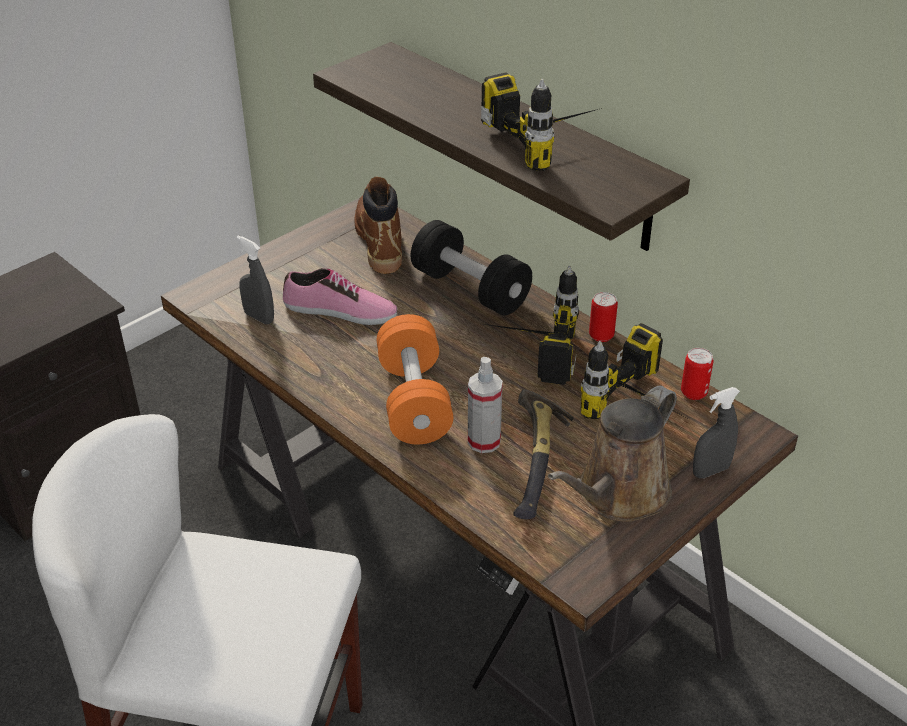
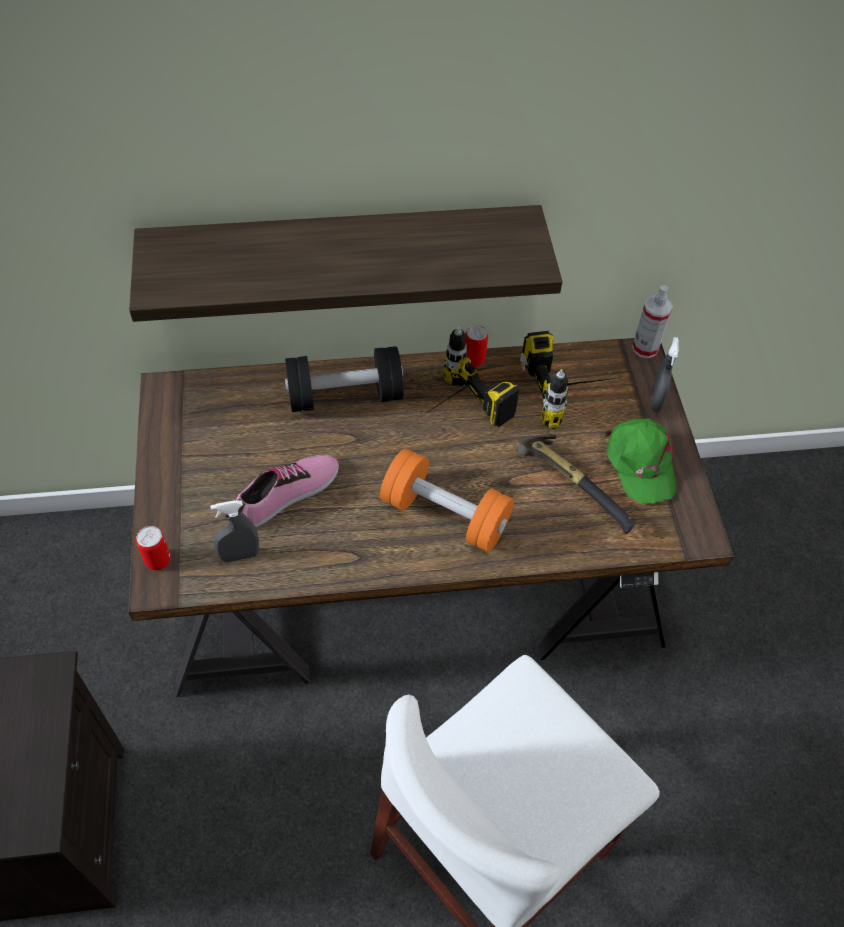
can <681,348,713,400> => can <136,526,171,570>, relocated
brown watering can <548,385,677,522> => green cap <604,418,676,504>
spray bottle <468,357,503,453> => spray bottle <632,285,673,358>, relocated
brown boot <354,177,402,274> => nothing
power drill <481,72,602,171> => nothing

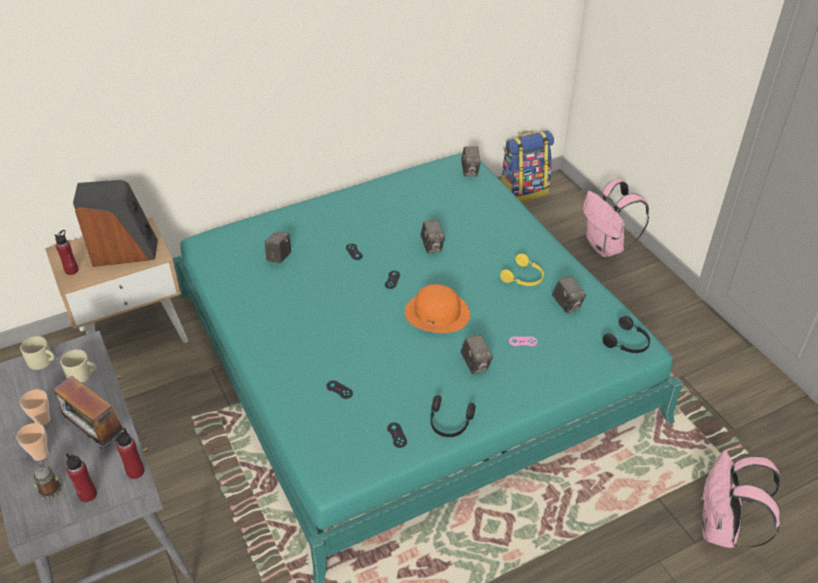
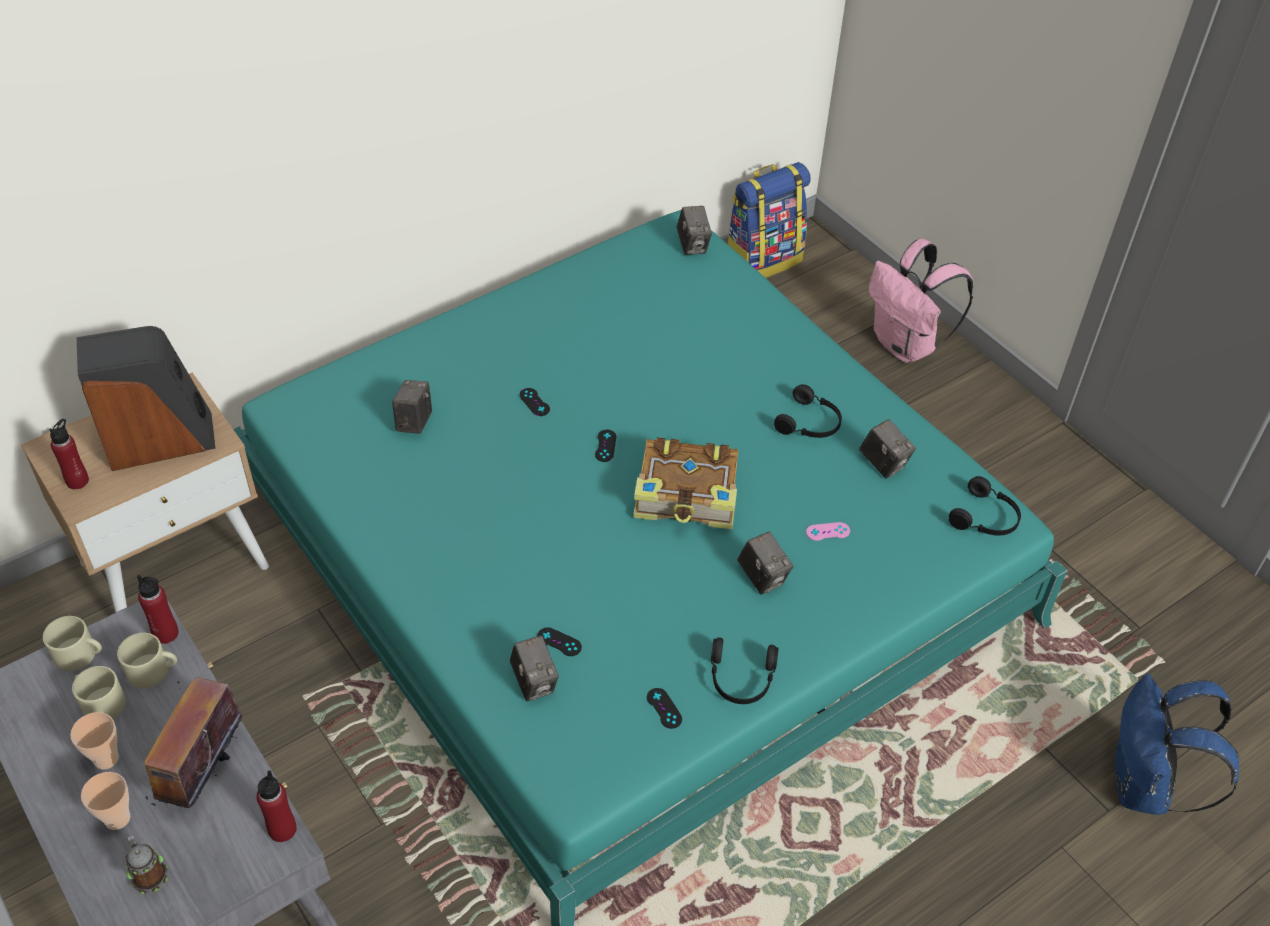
nothing => beige mug <72,666,126,719>
red bottle <66,453,97,502> => red bottle <137,575,179,644>, relocated
radio <54,376,124,448> => radio <145,677,242,808>, 75 degrees clockwise
photo camera <420,219,445,253> => photo camera <510,636,559,701>, relocated
orange hat <405,284,470,333> => book <633,437,739,529>
yellow headphones <500,253,544,286> => black headphones <774,384,842,438>
pink backpack <701,450,780,548> => blue backpack <1115,674,1239,815>

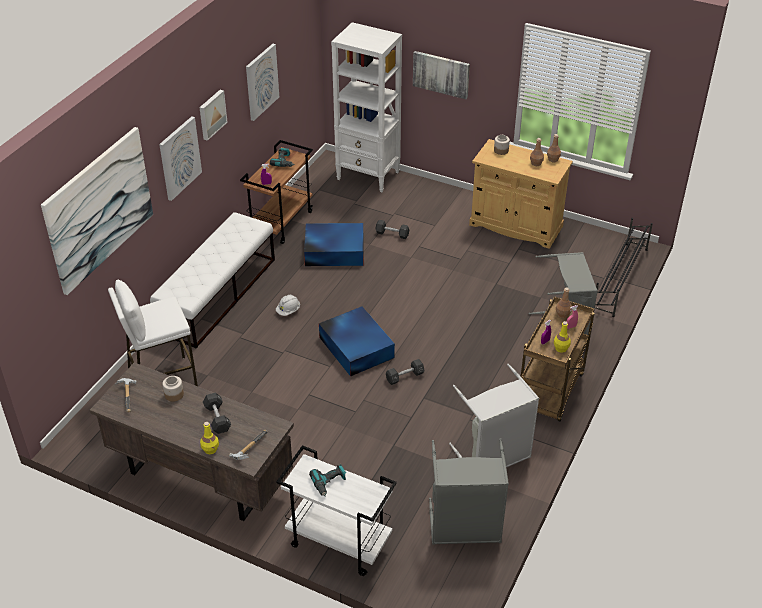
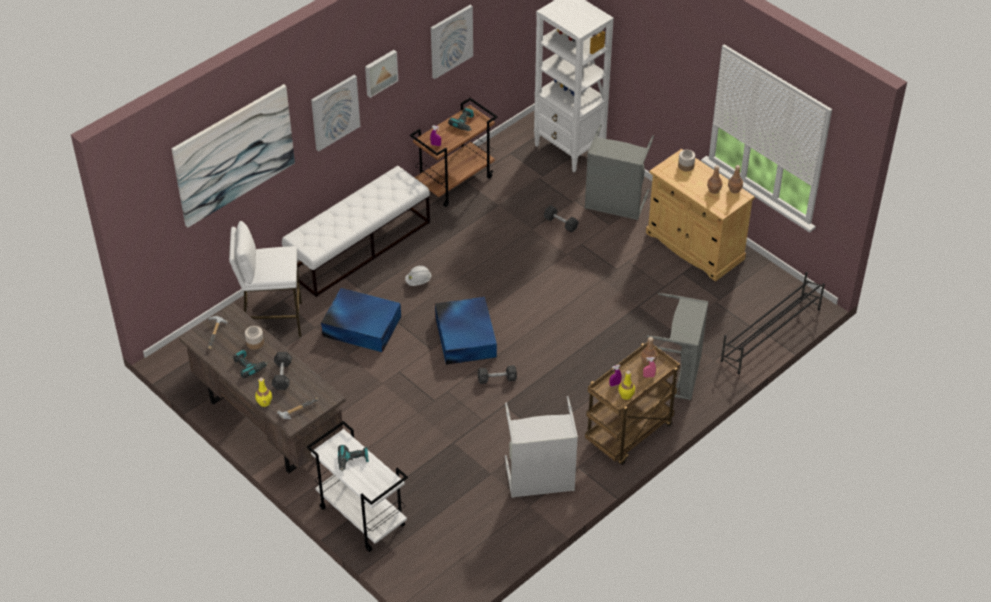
nothing => power drill <233,350,268,378>
blue storage box <304,223,363,266> => blue storage box <321,288,401,352>, relocated
grey laundry basket <429,438,509,545> => grey laundry basket <584,124,654,220>, relocated
picture <413,51,470,99> => nothing

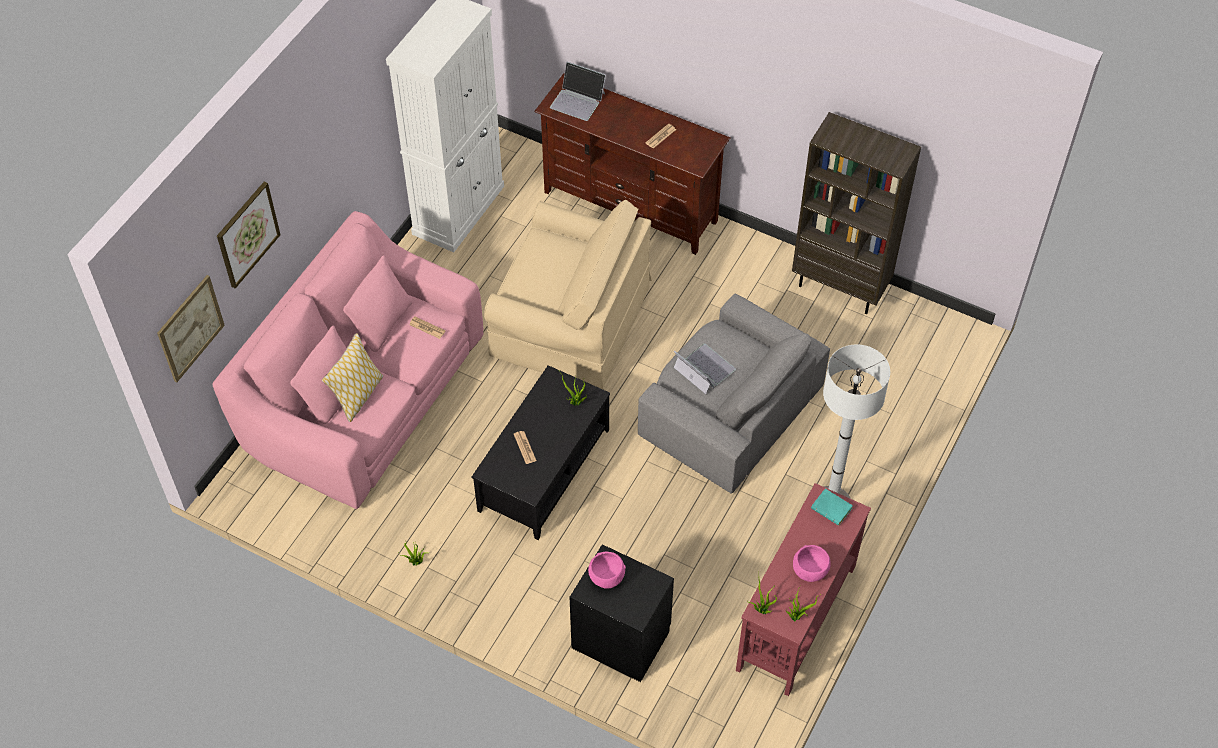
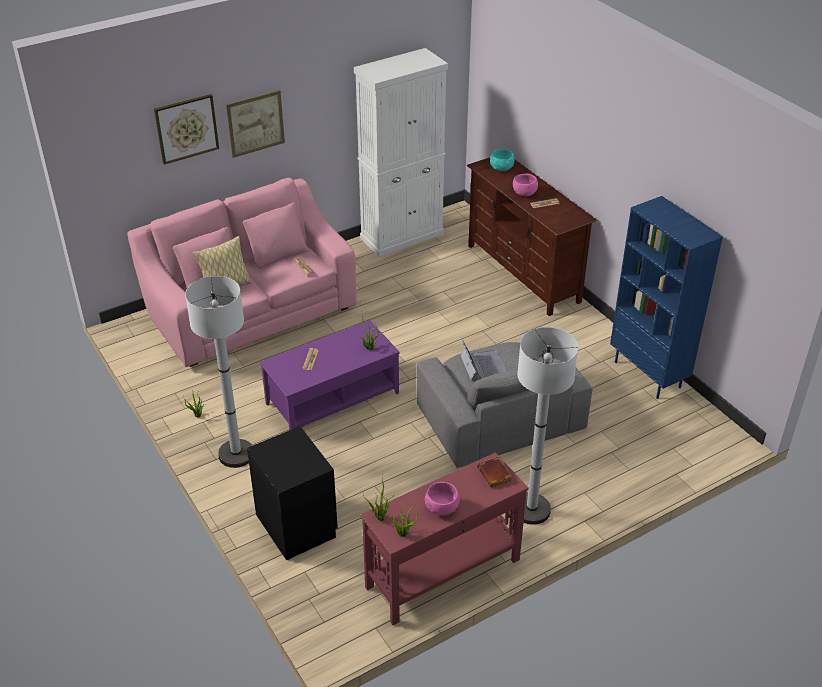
nothing => white floor lamp <185,276,253,468>
picture <157,275,225,382> => picture <226,90,285,158>, relocated
black coffee table <472,365,610,540> => purple coffee table <259,320,400,430>
turquoise book <811,489,853,526> => brown book <477,457,512,488>
laptop <550,62,606,121> => turquoise bowl <490,149,515,171>
pink bowl <588,552,626,588> => pink bowl <513,173,538,196>, relocated
brown bookcase <792,112,921,314> => blue bookcase <610,196,723,399>
beige armchair <484,200,652,389> => nothing

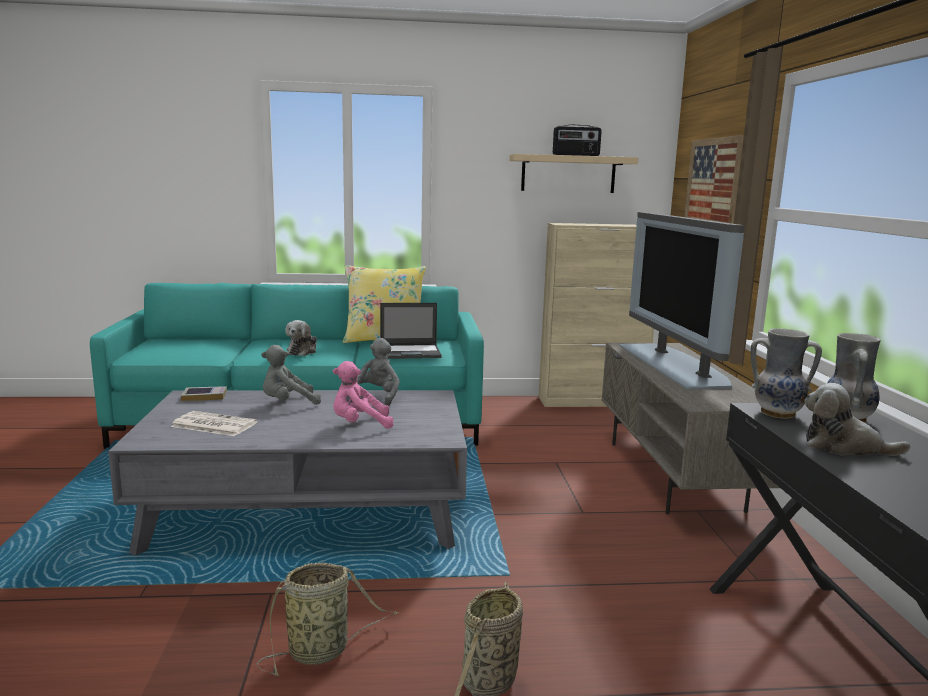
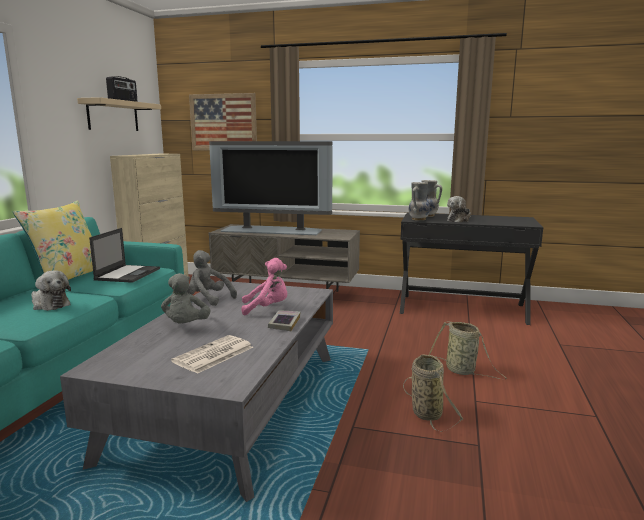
pink plush toy <333,361,393,429> => pink plush toy <241,258,287,315>, 105 degrees counterclockwise
book <181,386,227,401> => book <268,310,300,331>, relocated

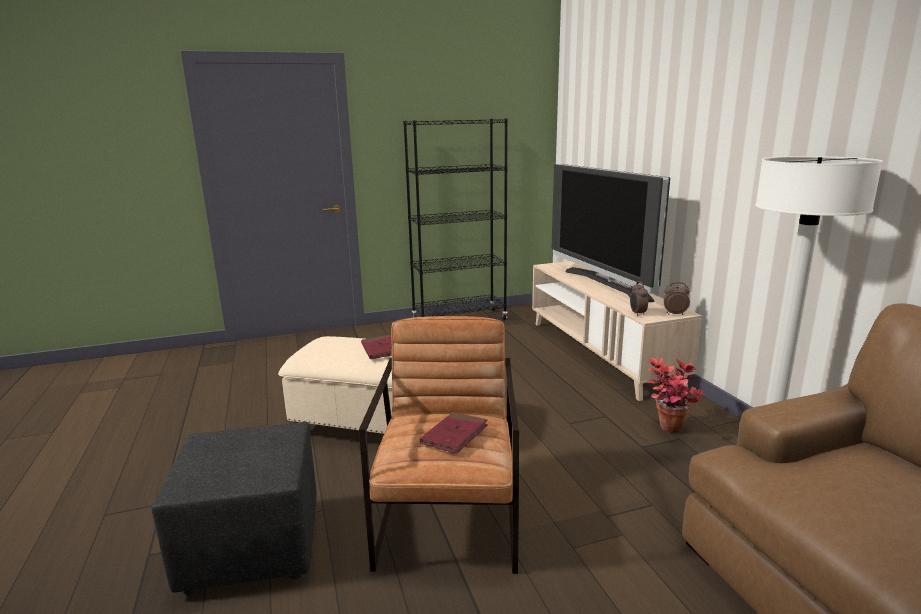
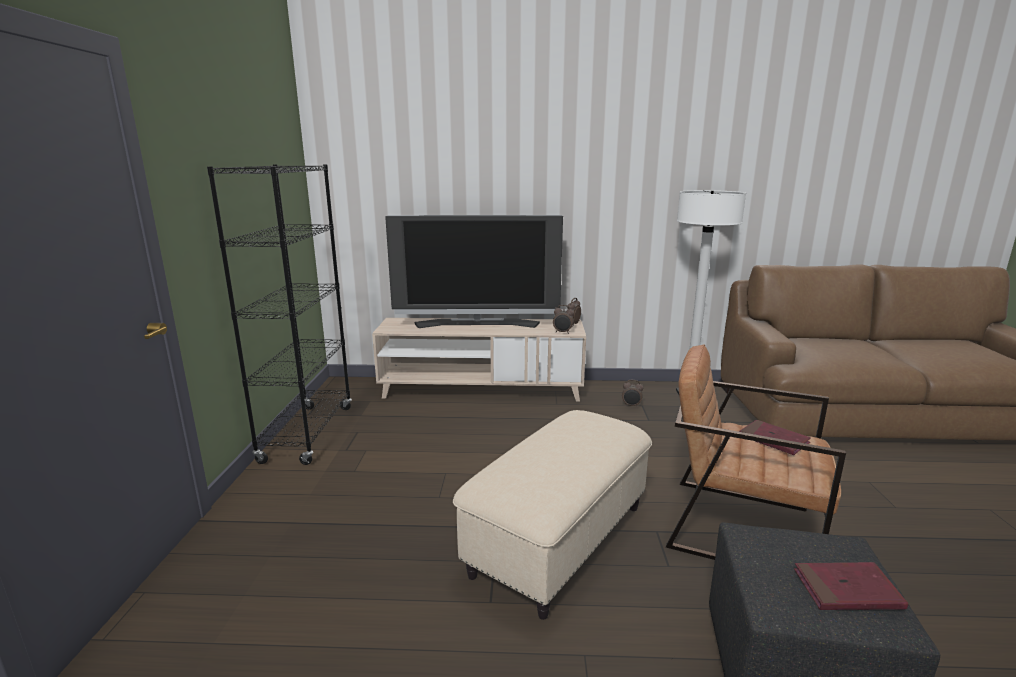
potted plant <648,358,705,433> => alarm clock <622,380,644,408>
red book <361,335,392,359> => red book <794,562,908,610>, relocated

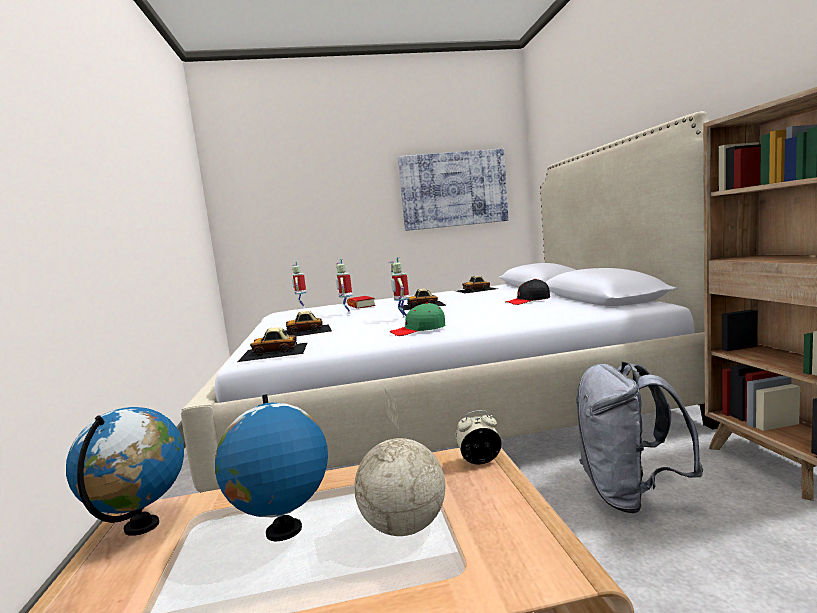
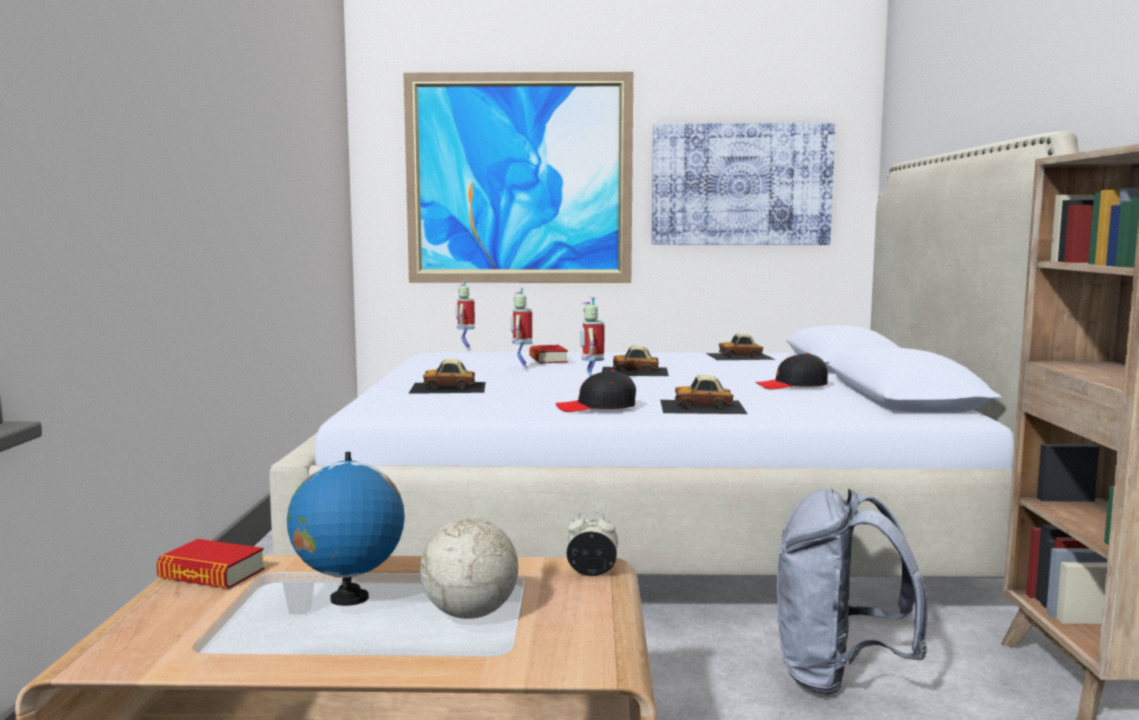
globe <66,407,184,536> => book <156,539,265,589>
nothing => picture <404,72,633,283>
green cap <390,303,445,336> => black cap <556,370,636,412>
toy car <238,327,308,362> => toy car <660,375,748,414>, relocated

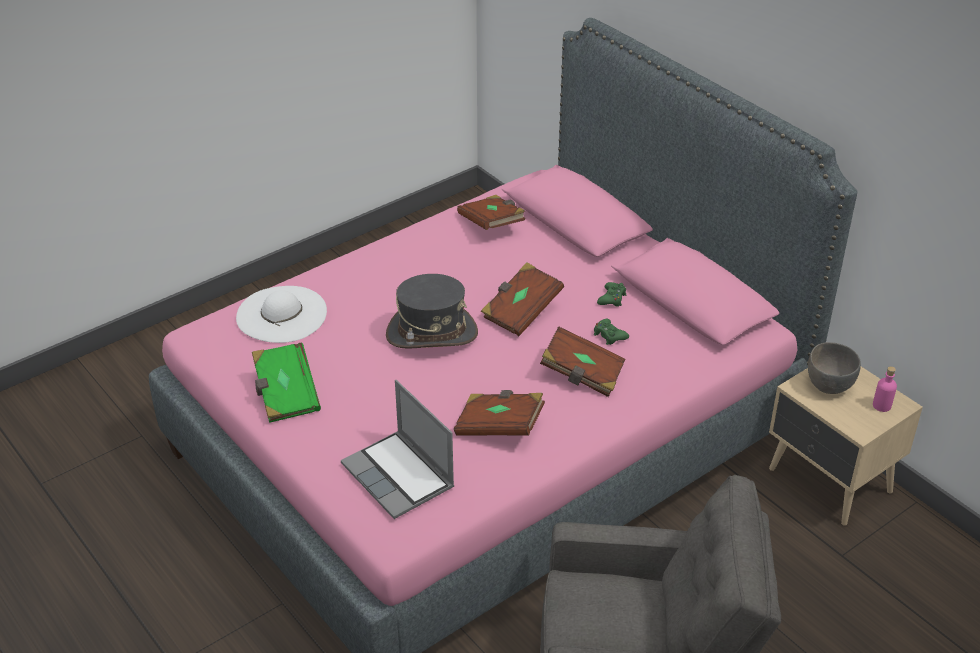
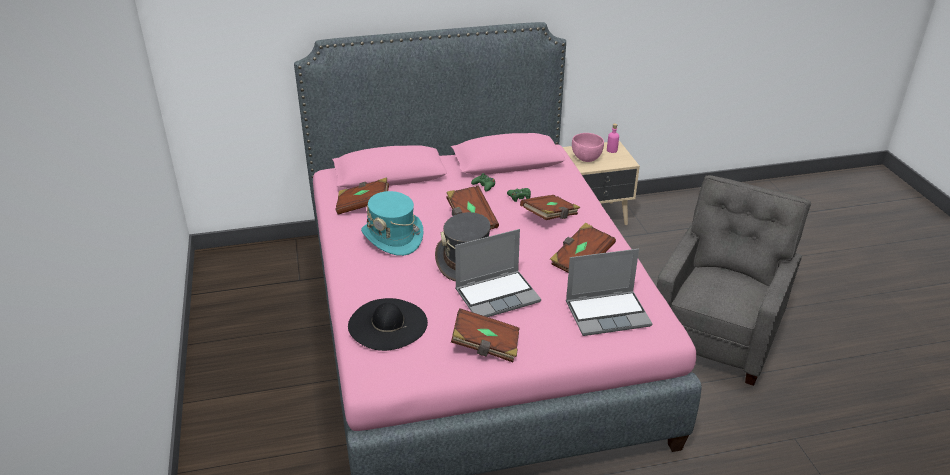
white hat <236,286,327,343> => black hat <348,298,428,351>
nothing => turquoise hat <361,191,423,256>
green book <252,343,321,423> => brown book <451,308,519,362>
nothing => laptop <455,229,541,317>
grey bowl <808,342,861,394> => pink bowl <572,133,604,162>

